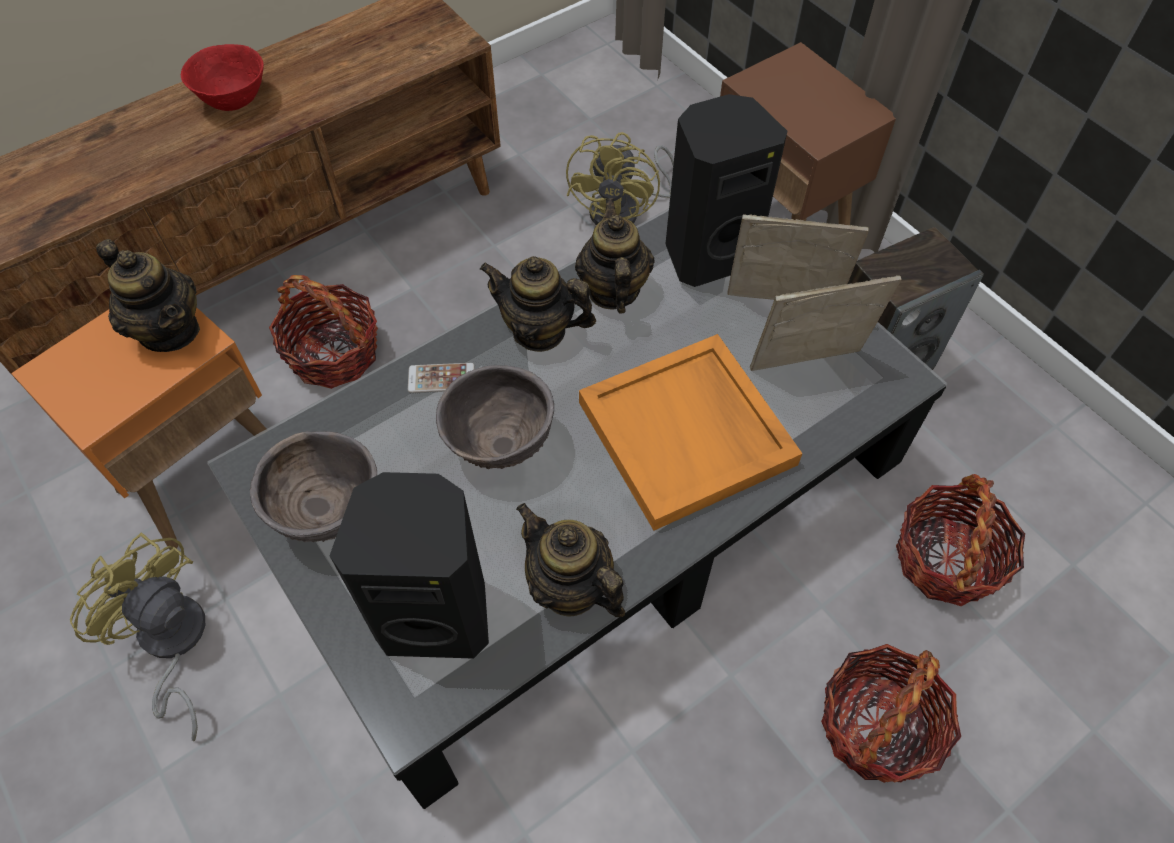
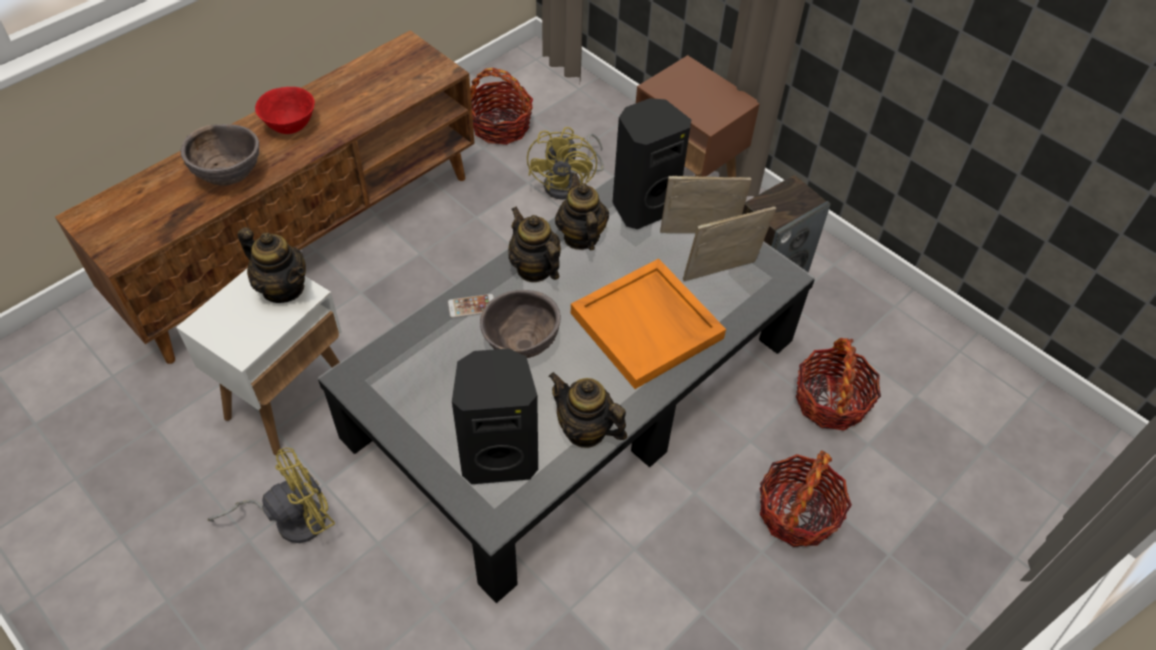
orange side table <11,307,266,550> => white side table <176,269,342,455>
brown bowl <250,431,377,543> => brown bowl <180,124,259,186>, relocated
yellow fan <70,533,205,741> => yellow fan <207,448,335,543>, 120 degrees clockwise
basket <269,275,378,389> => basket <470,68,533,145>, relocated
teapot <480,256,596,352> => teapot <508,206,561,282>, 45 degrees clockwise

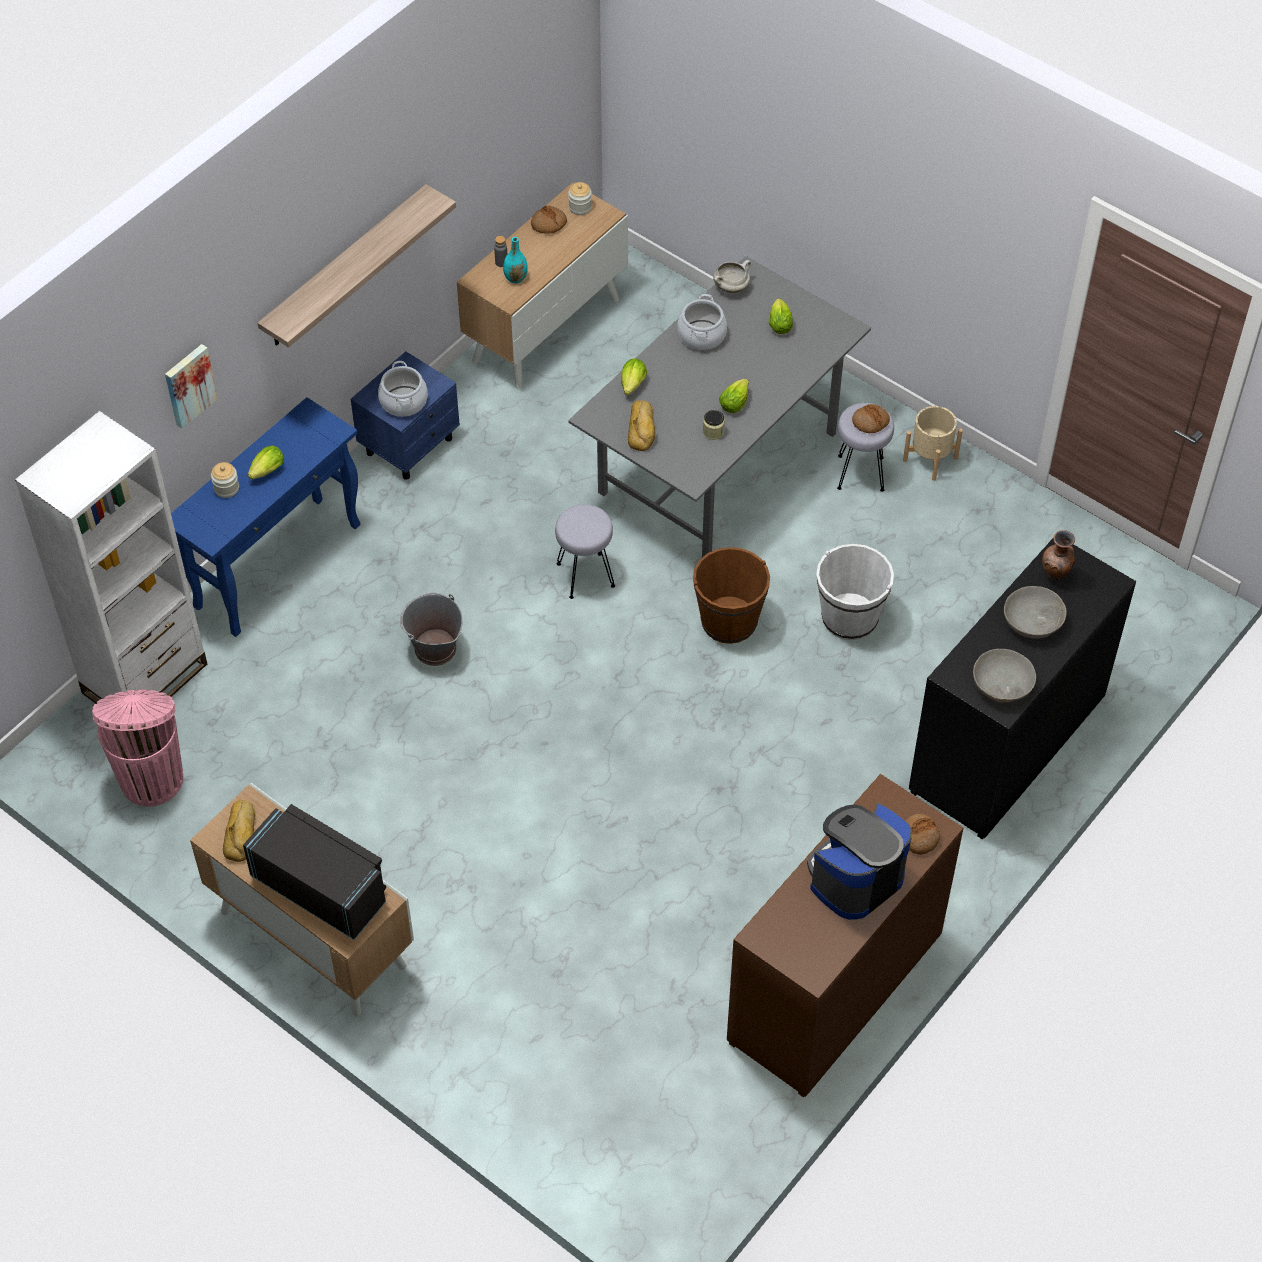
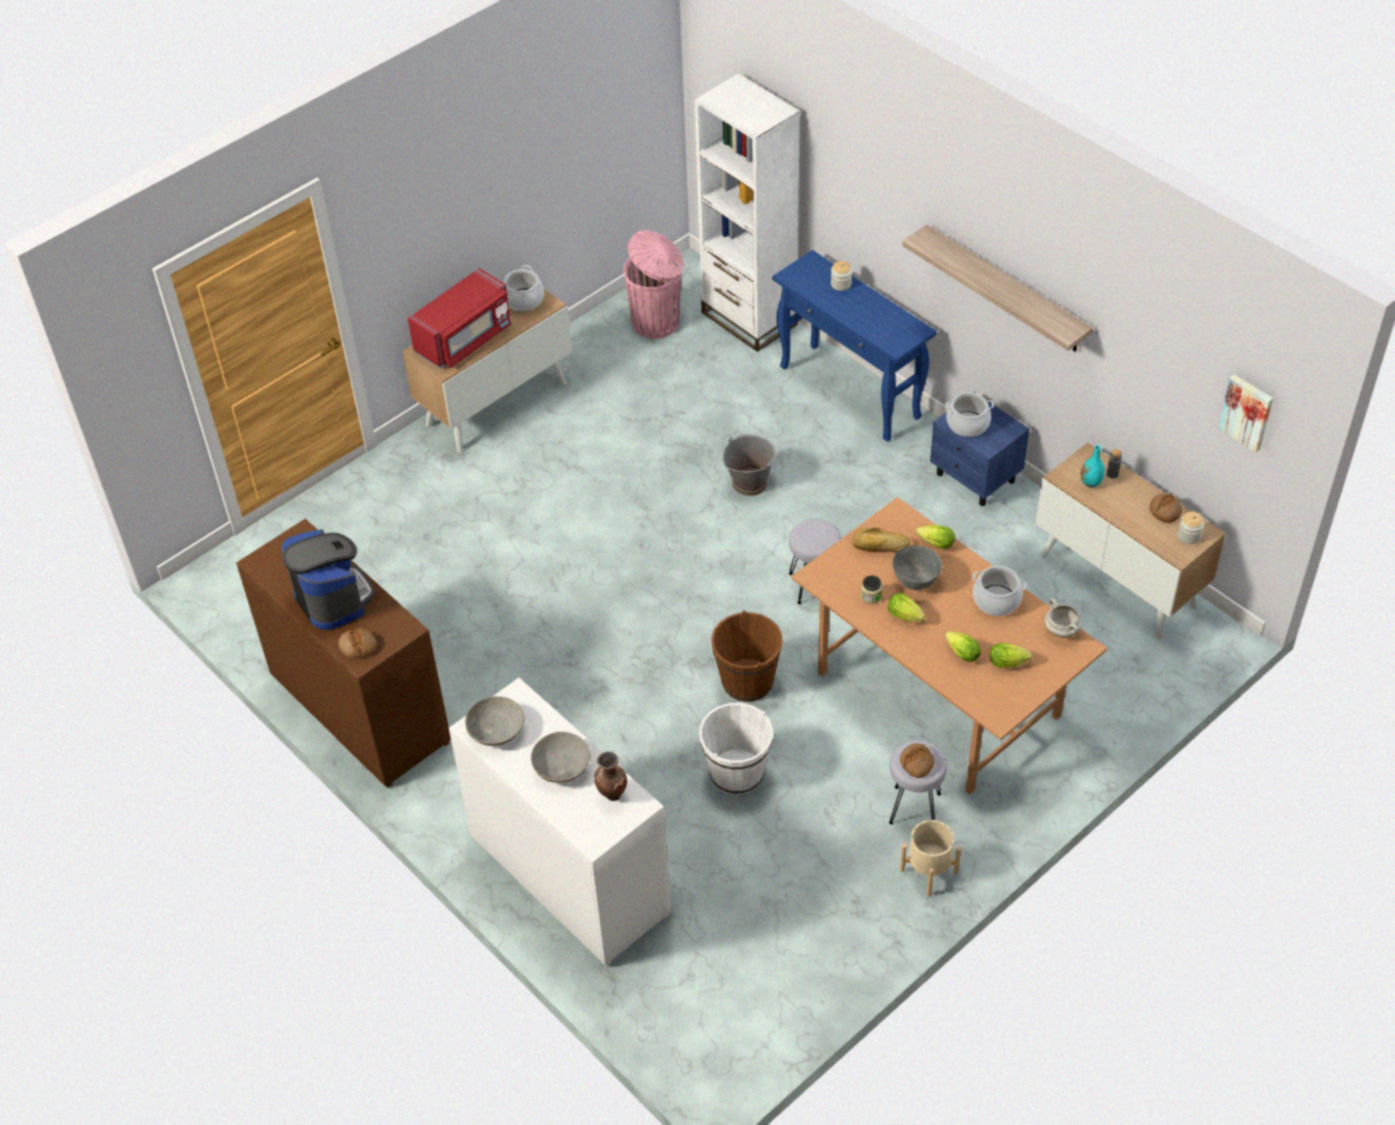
black microwave <243,804,386,940> => red microwave <408,268,511,368>
black dresser <909,539,1136,839> => white dresser <449,678,671,966>
bread <223,800,255,862> => cooking pot <504,265,544,312>
grey dining table <568,256,871,558> => brown dining table <791,497,1107,795>
nothing => grey bowl <893,546,942,590>
lettuce <248,446,284,480> => lettuce <945,631,981,662>, relocated
picture <165,344,218,429> => picture <1218,375,1273,452>, relocated

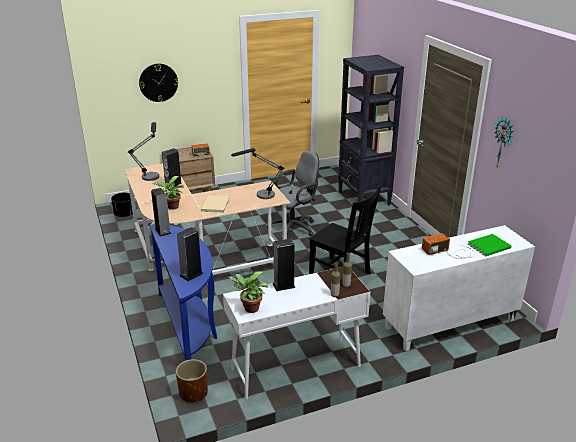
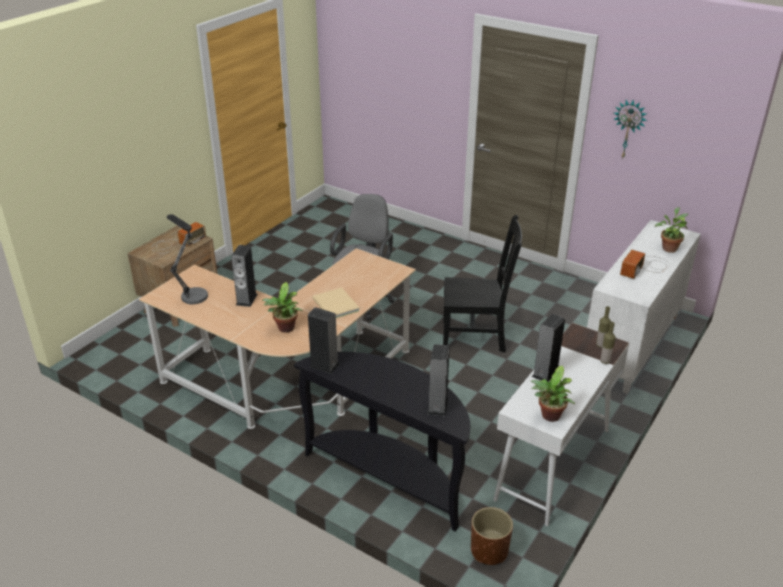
blue console table <149,224,217,361> => black console table <294,352,470,531>
green book <468,234,511,256> => potted plant <655,207,688,253>
black planter <111,193,133,217> => nothing
wall clock <139,64,178,102> => nothing
table lamp <231,148,284,199> => nothing
black bookcase <338,55,404,211> => nothing

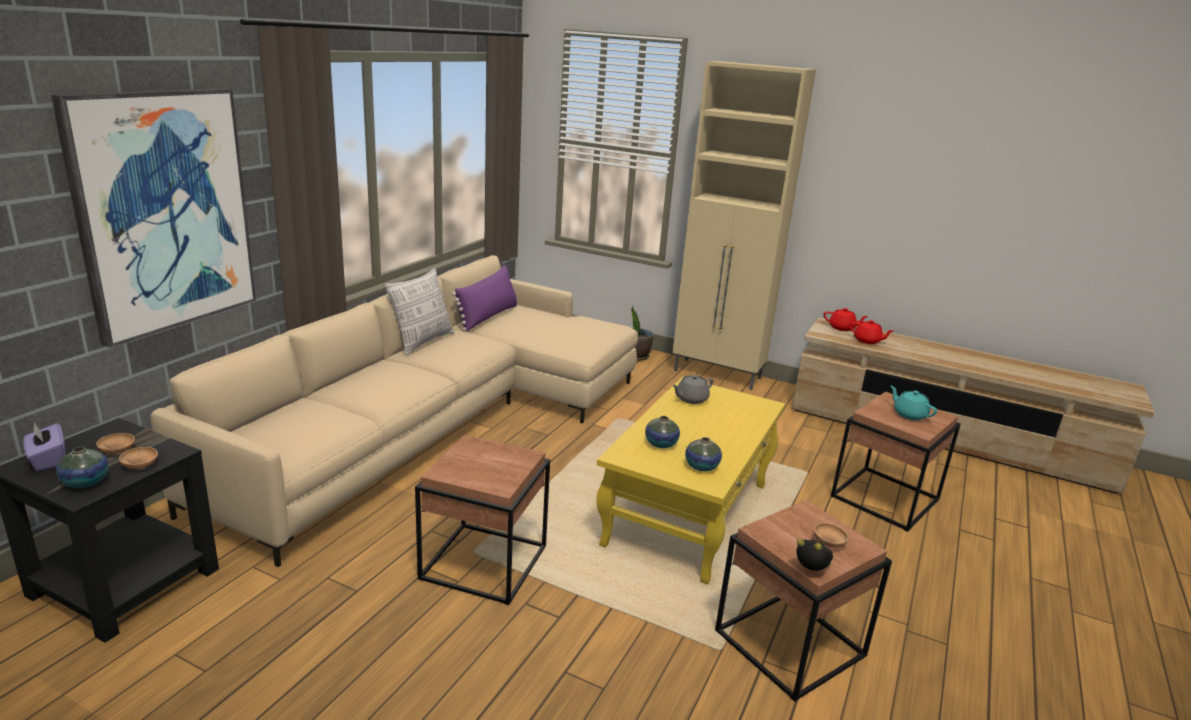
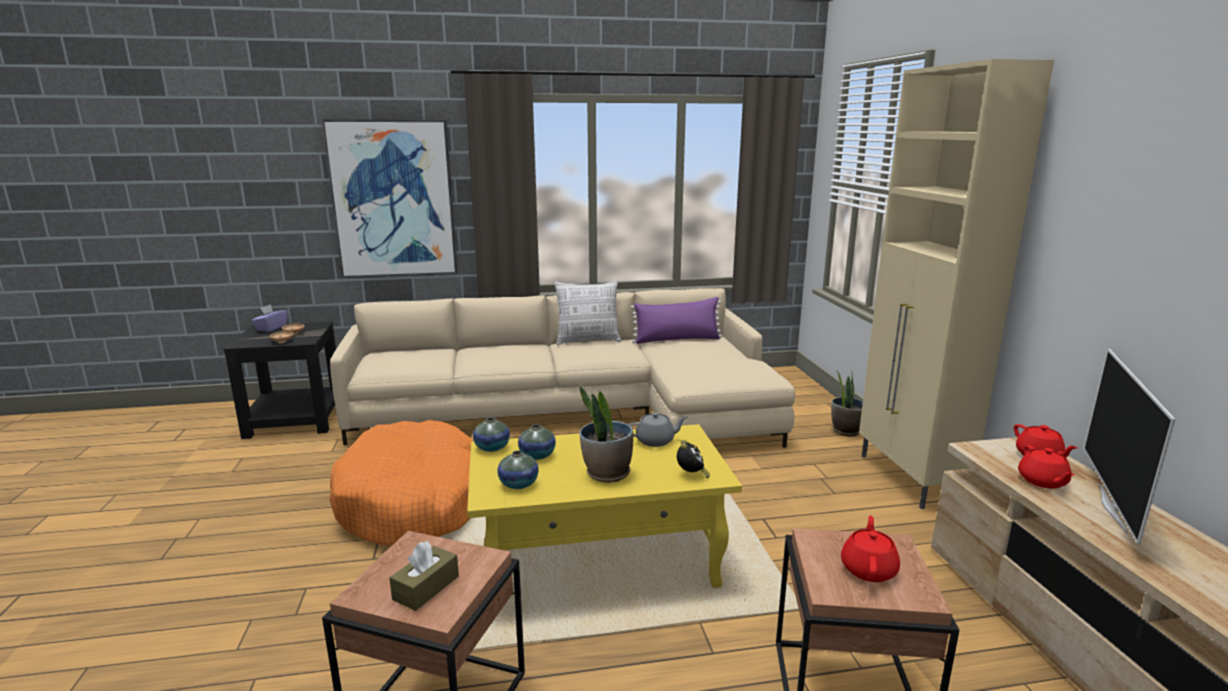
brown side table <415,435,550,605> => orange dog bed <330,420,472,546>
brown bowl <814,523,849,548> => brown tissue box <389,541,459,611>
vase <56,447,109,488> => vase <473,417,510,452>, relocated
nothing => potted plant <580,386,633,483>
grey teapot <672,375,713,404> => grey teapot <628,412,687,447>, 150 degrees clockwise
alarm clock <797,538,833,571> => alarm clock <677,440,710,478>, relocated
turquoise teapot <890,385,937,420> => red teapot <841,516,900,582>
nothing => television <1084,349,1176,545>

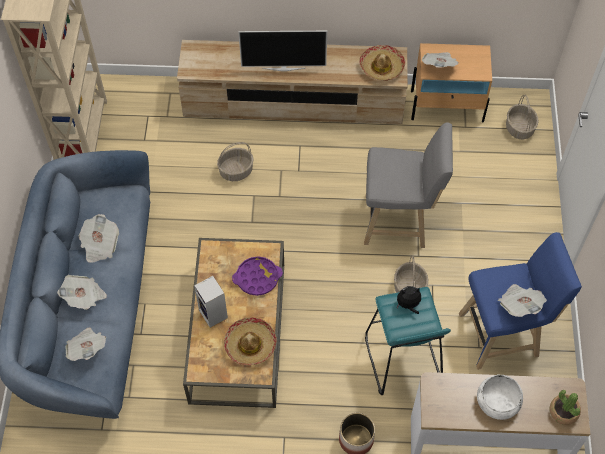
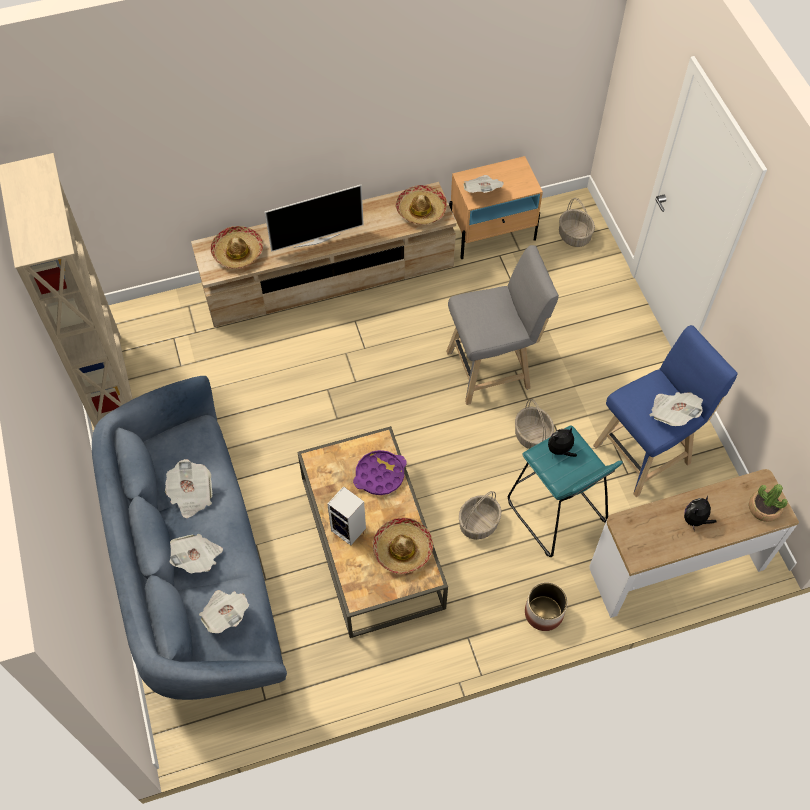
nothing => hat <211,226,263,269>
basket <217,142,254,181> => basket <459,491,501,540>, relocated
white bowl <477,375,523,420> => plush toy <684,496,717,531>

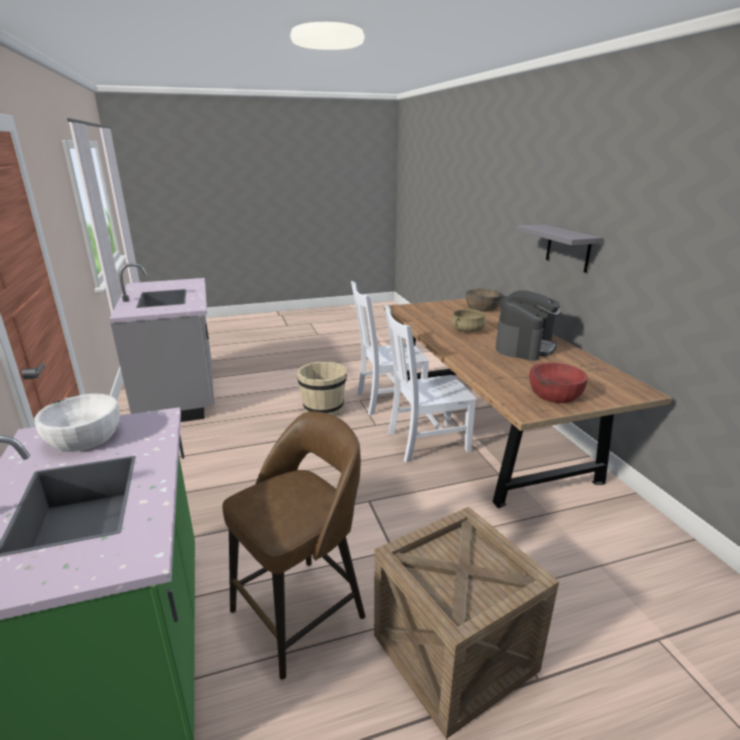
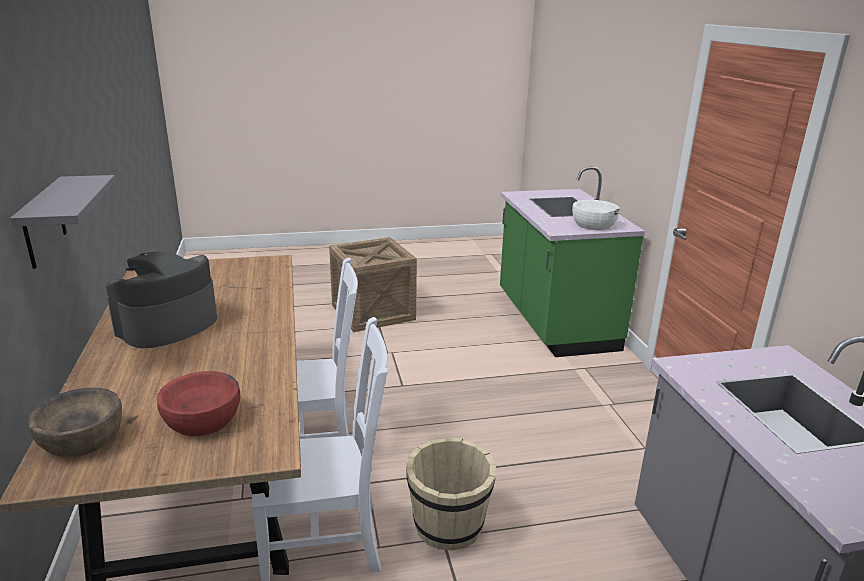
red bowl <529,362,588,403> => red bowl <157,371,240,436>, relocated
brown stool <223,411,365,680> => nothing
beige cooking pot <451,309,486,332> => nothing

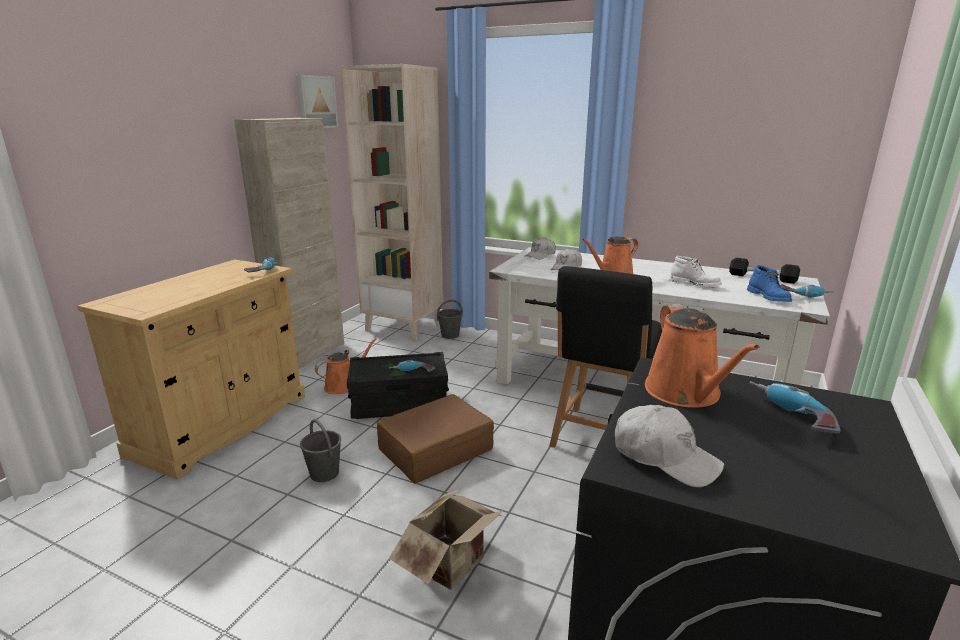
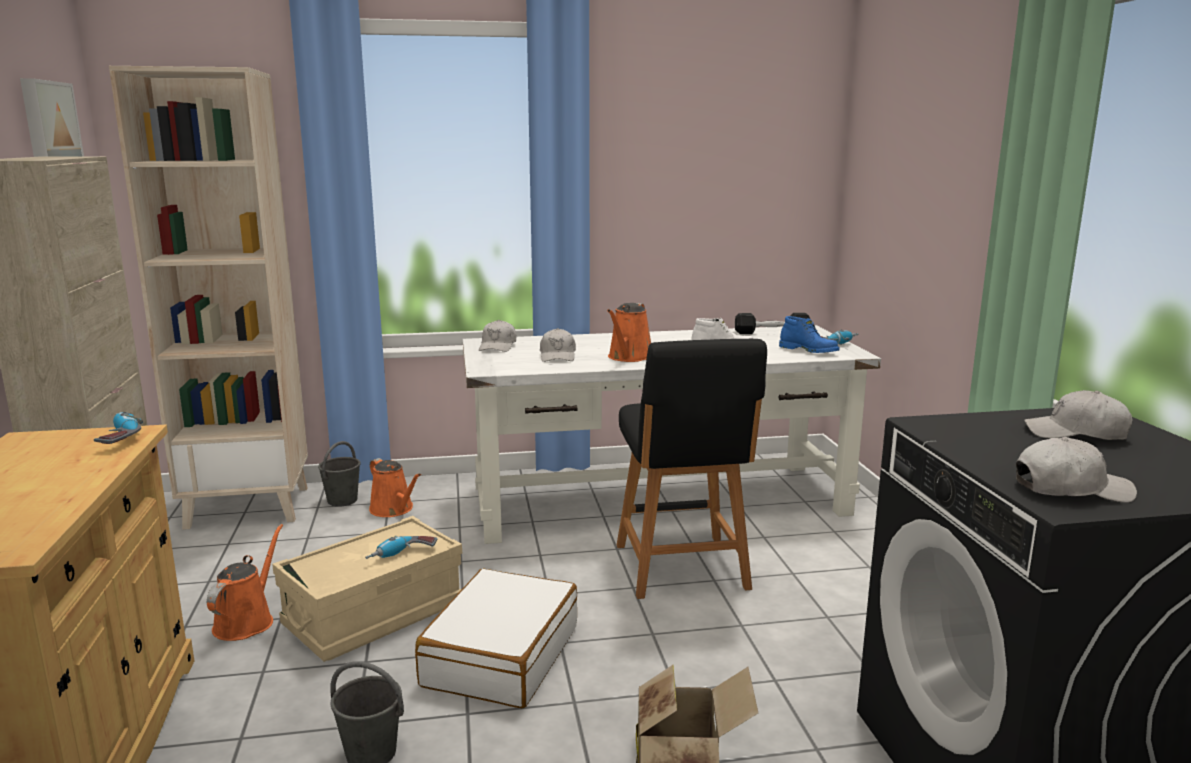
black storage box <347,352,449,419> => beige storage box <272,516,462,662>
orange watering can <645,304,760,408> => orange watering can <369,458,421,517>, relocated
brown suitcase <377,394,494,483> => white suitcase <415,568,577,708>
power drill <749,381,841,434> => white cap <1024,390,1133,440>

